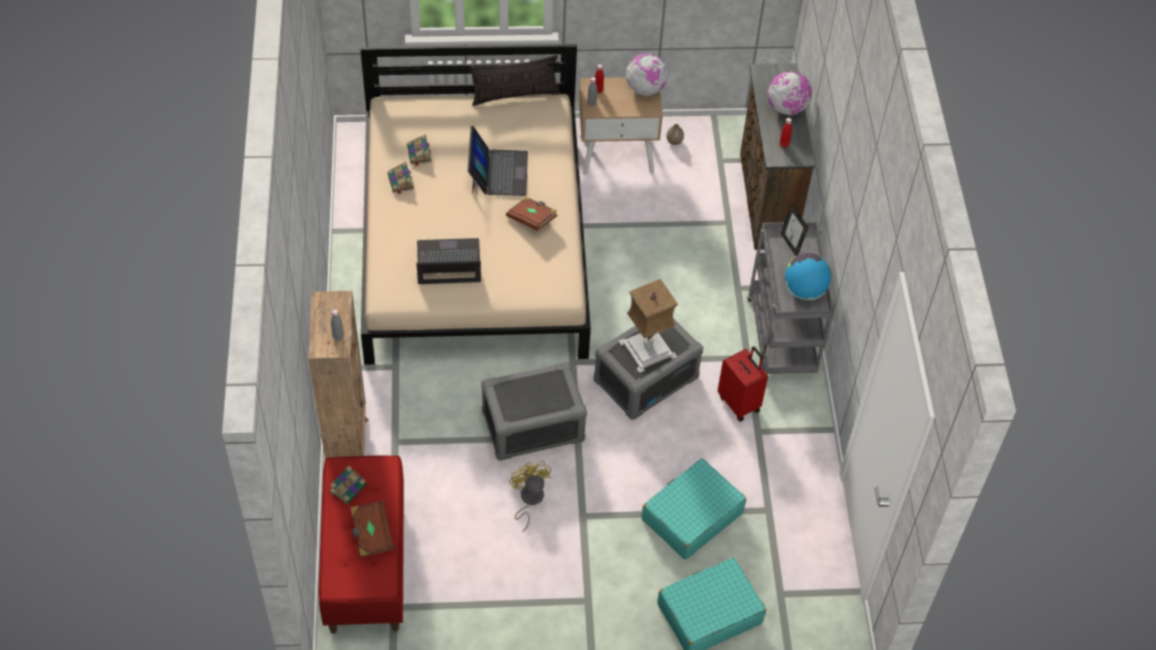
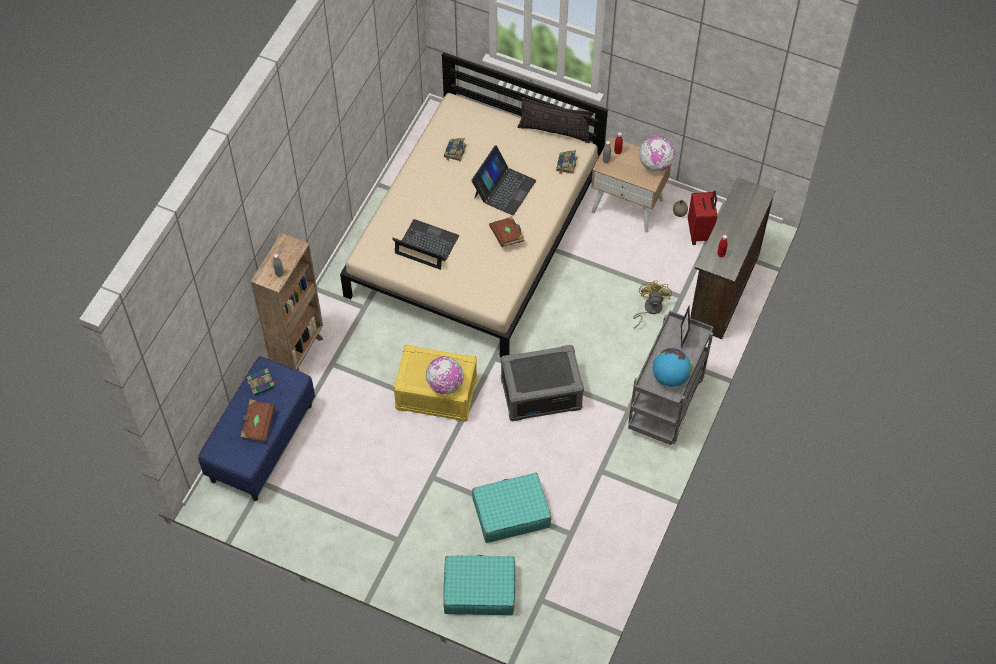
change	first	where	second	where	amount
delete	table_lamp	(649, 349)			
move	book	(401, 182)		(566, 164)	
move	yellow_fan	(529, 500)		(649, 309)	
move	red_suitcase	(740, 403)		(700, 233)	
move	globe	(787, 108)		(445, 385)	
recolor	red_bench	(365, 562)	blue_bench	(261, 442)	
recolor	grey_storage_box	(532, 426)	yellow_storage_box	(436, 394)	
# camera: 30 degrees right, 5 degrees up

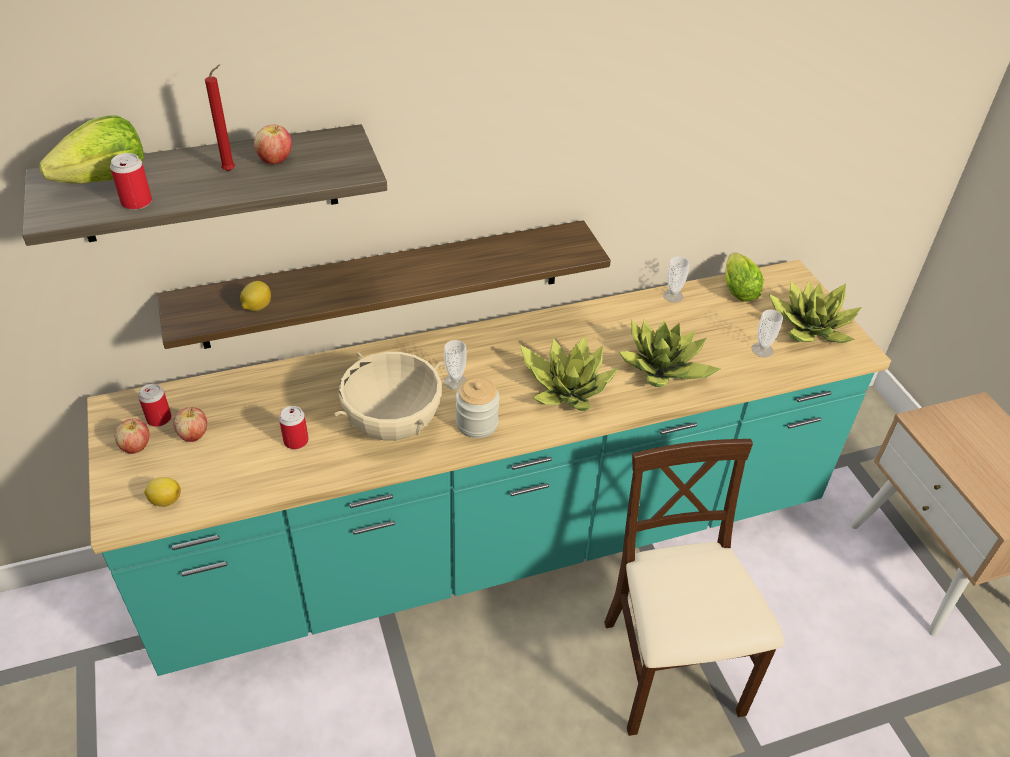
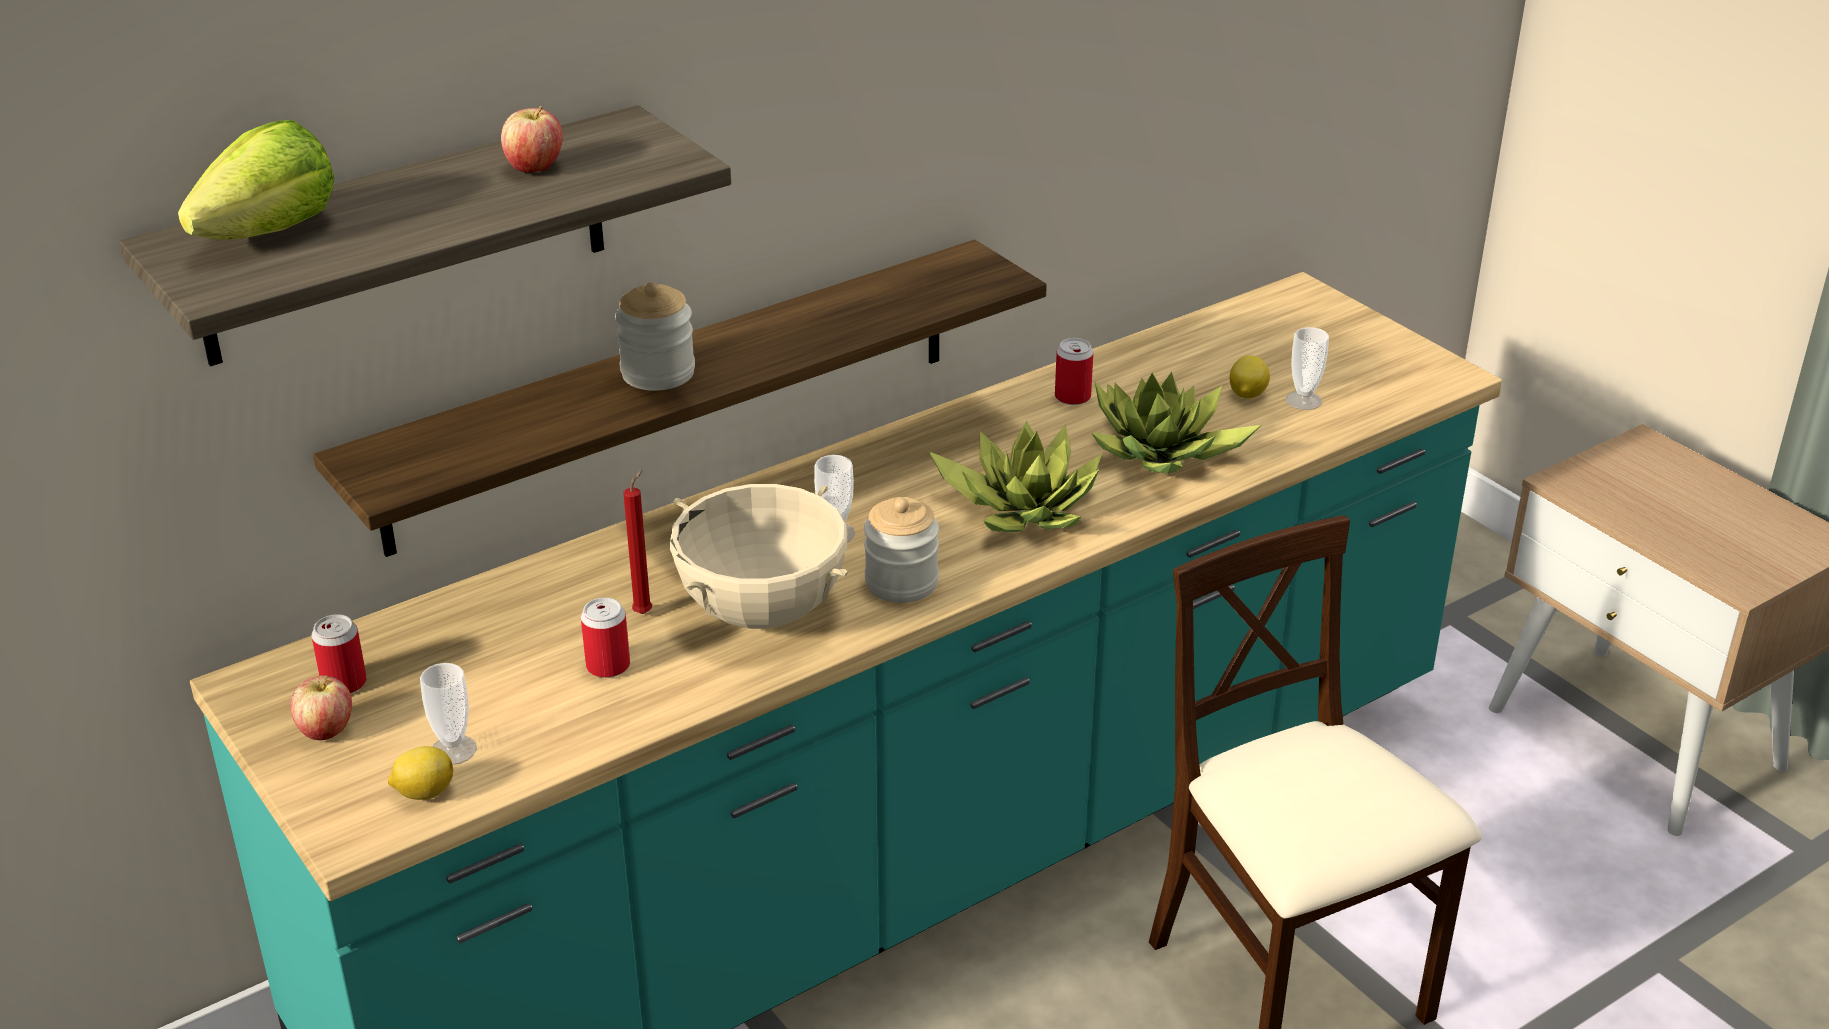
change	first	where	second	where	amount
delete	apple	(193, 435)			
delete	lettuce	(737, 288)			
delete	potted_plant	(810, 328)			
insert			jar	(658, 373)	
move	can	(137, 202)		(1072, 397)	
move	red_candle	(231, 170)		(645, 612)	
move	lemon	(256, 307)		(1246, 395)	
move	cup	(673, 296)		(453, 750)	
# camera: 15 degrees left, 10 degrees down

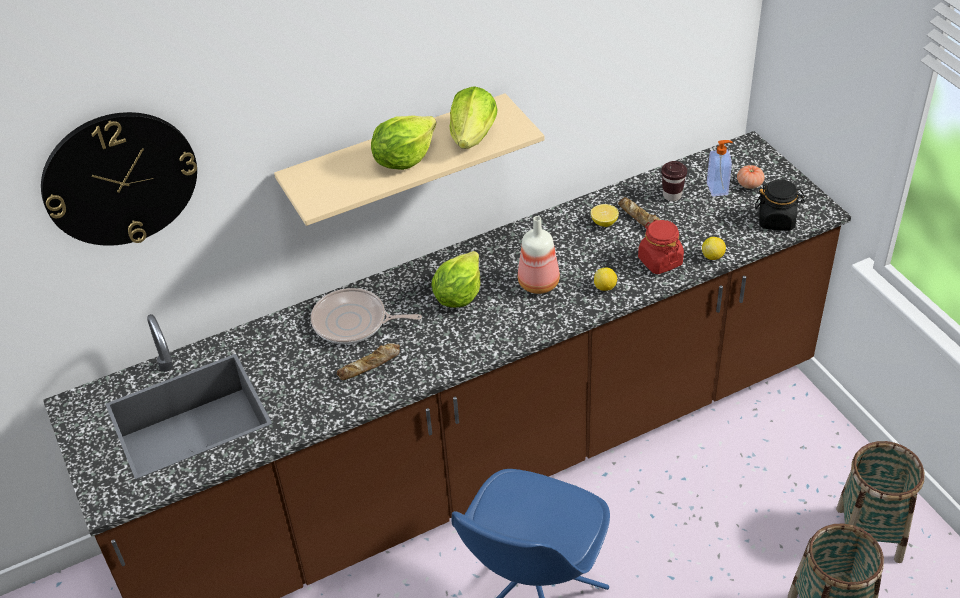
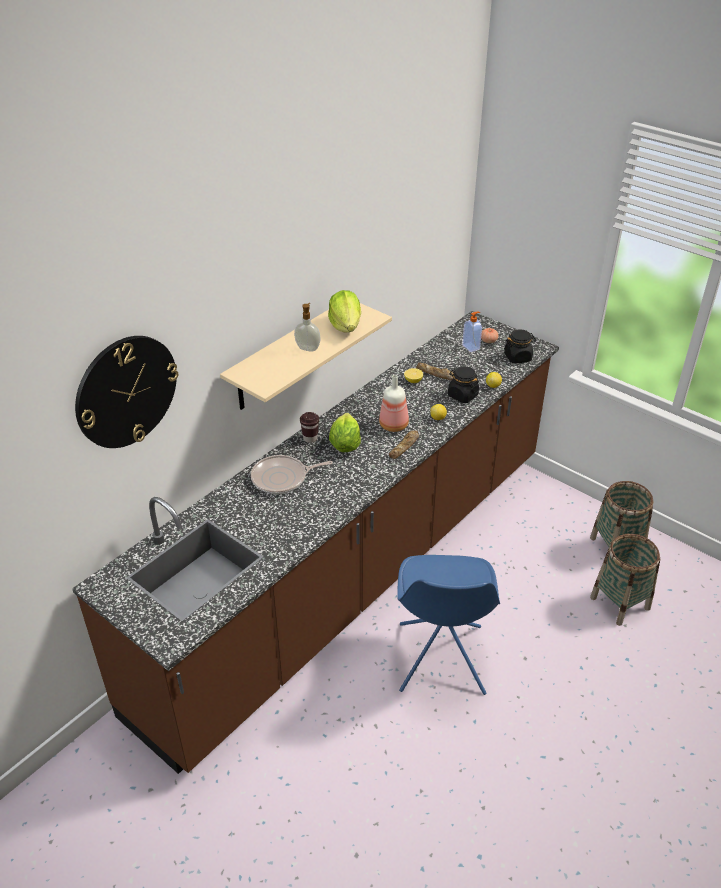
change	first	where	second	where	amount
move	bread	(370, 365)		(404, 447)	
move	brown_cup	(672, 195)		(310, 438)	
replace	lettuce	(404, 159)	soap_dispenser	(308, 348)	
recolor	red_jar	(659, 261)	black_jar	(462, 395)	
# camera: 25 degrees left, 5 degrees down

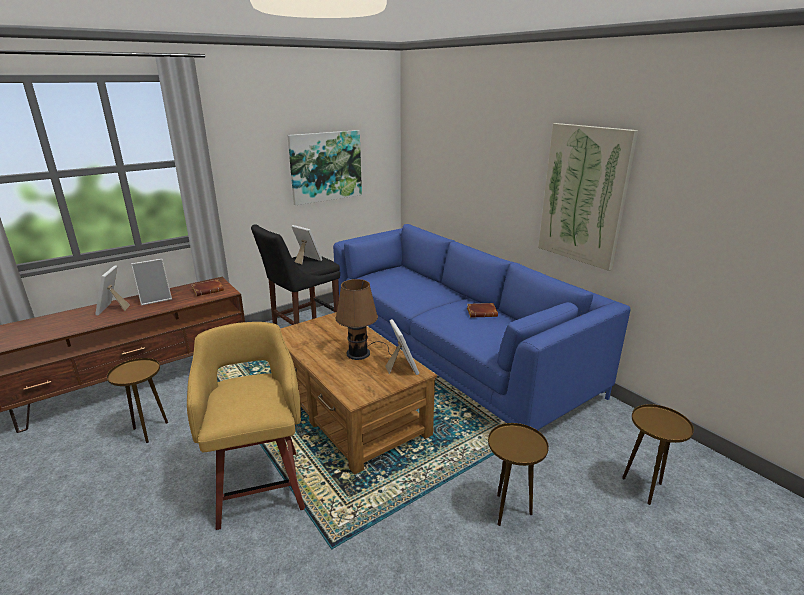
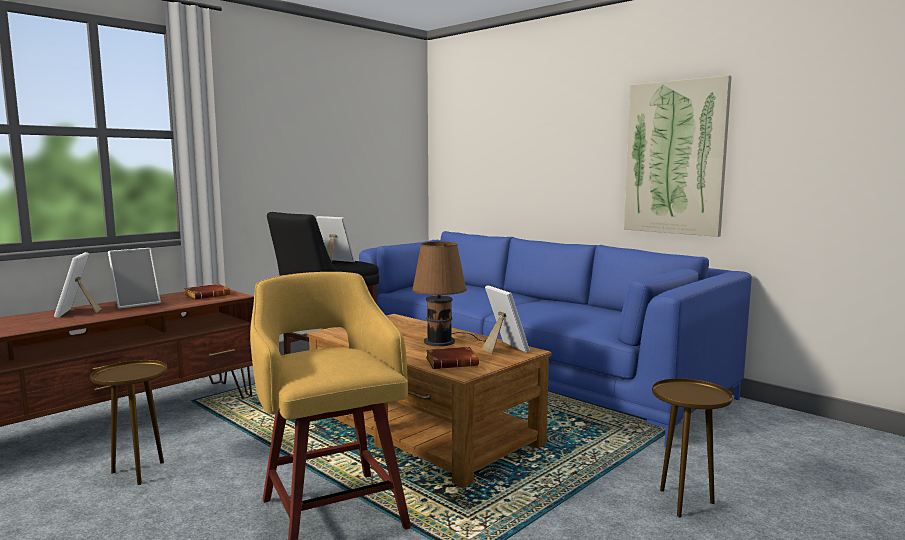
change	first	where	second	where	amount
delete	picture	(325, 166)			
delete	brown_side_table	(644, 488)			
move	brown_book	(482, 313)		(453, 362)	
# camera: 10 degrees left, 15 degrees down

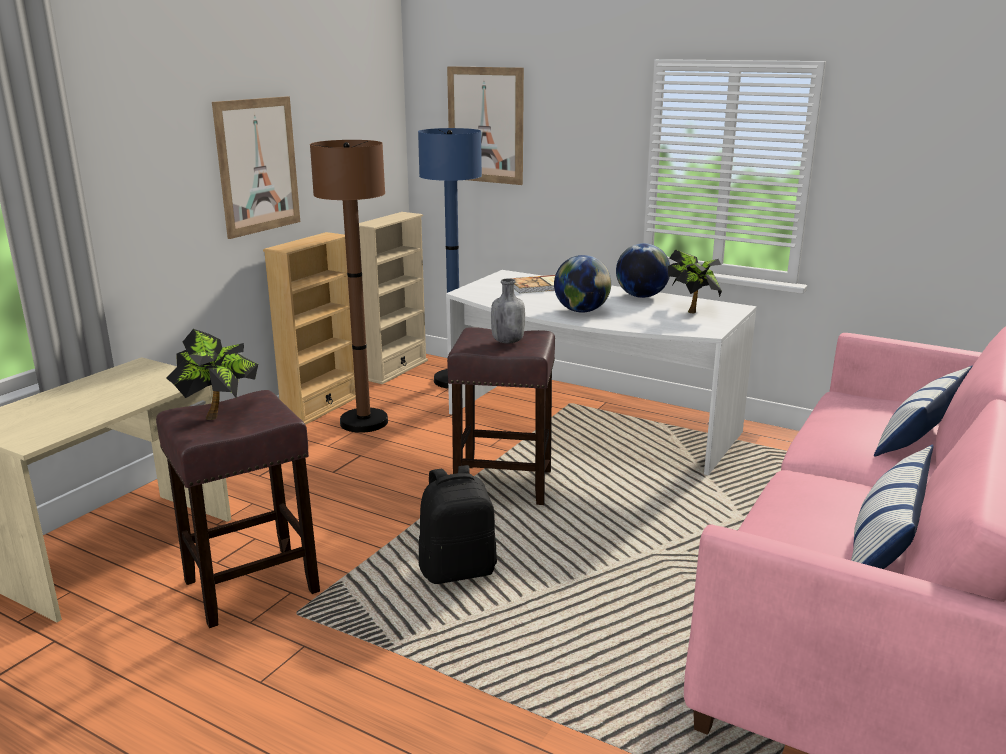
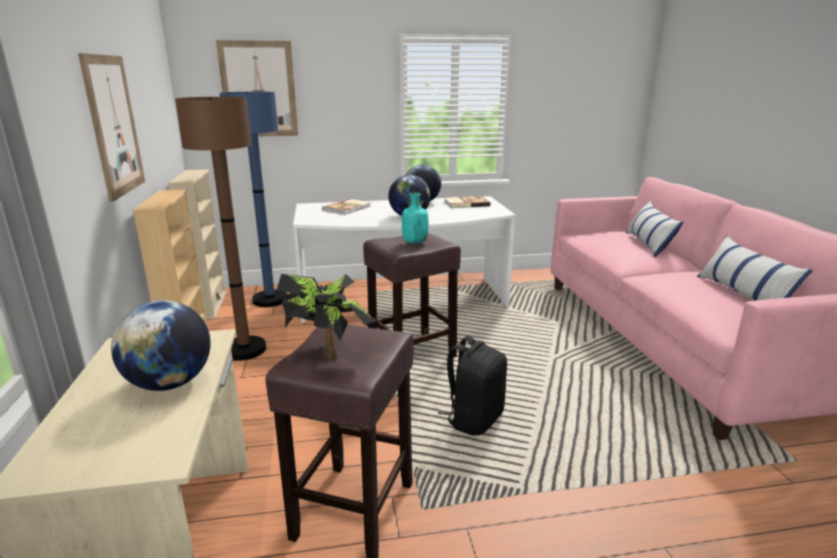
change	first	where	second	where	amount
insert			globe	(170, 383)	
replace	potted_plant	(693, 310)	book	(466, 203)	
recolor	grey_bottle	(507, 341)	turquoise_bottle	(414, 242)	
# camera: 40 degrees left, 0 degrees up

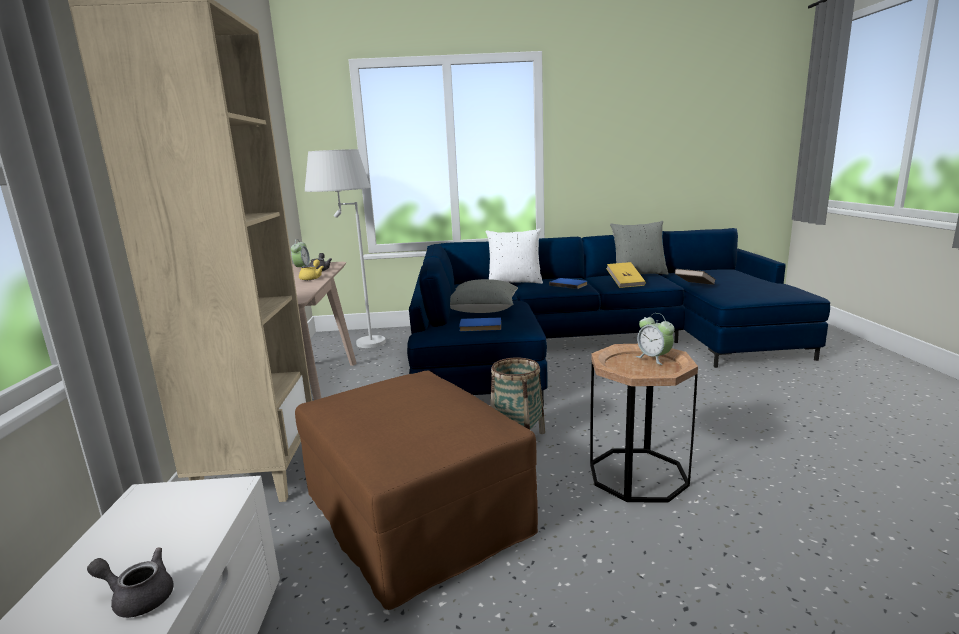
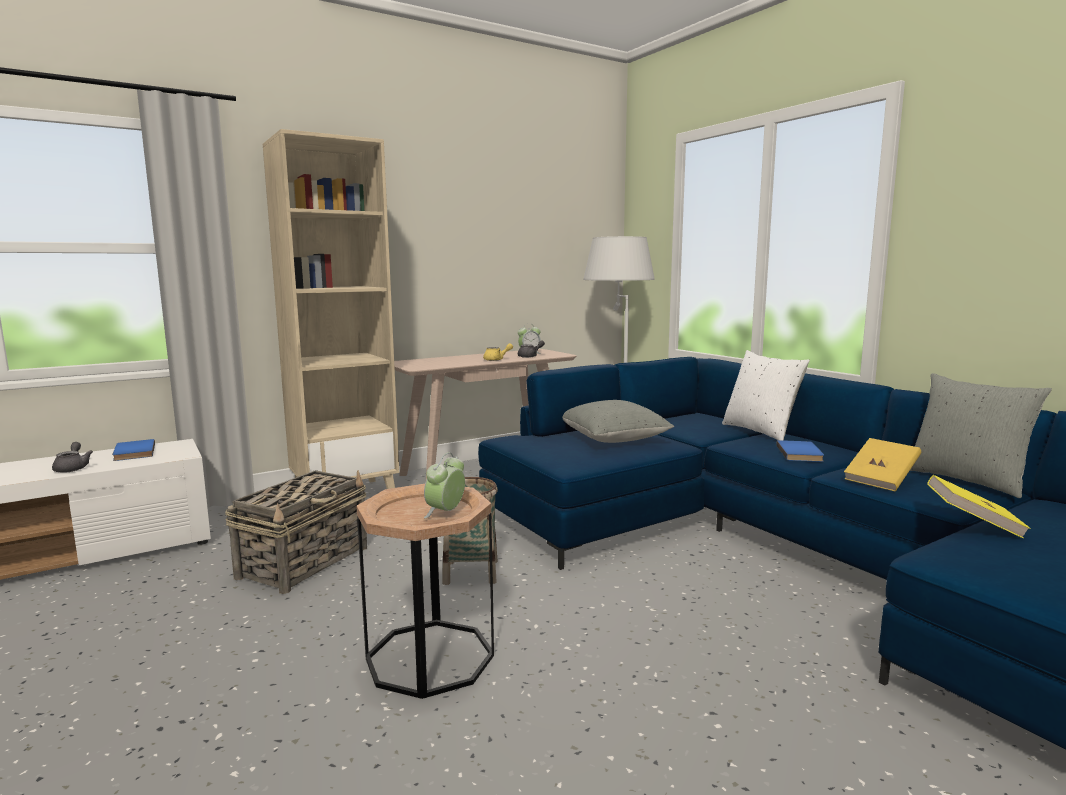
change	first	where	second	where	amount
move	blue_book	(480, 327)		(132, 452)	
replace	brown_ottoman	(413, 516)	basket	(305, 562)	
recolor	brown_book	(694, 286)	yellow_book	(973, 524)	
# camera: 60 degrees right, 5 degrees down

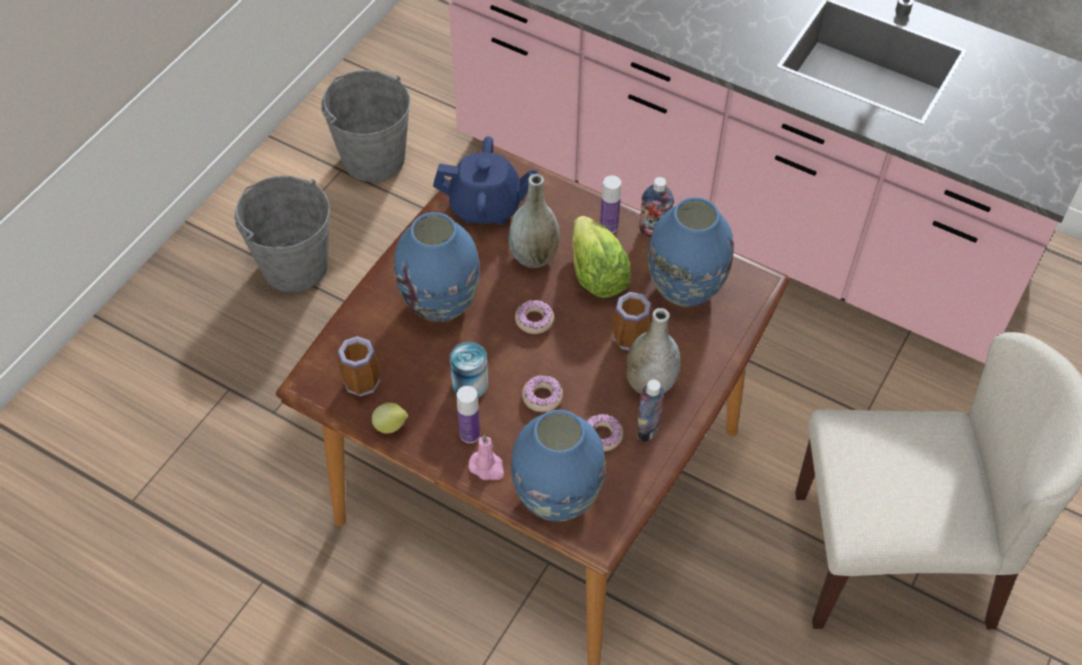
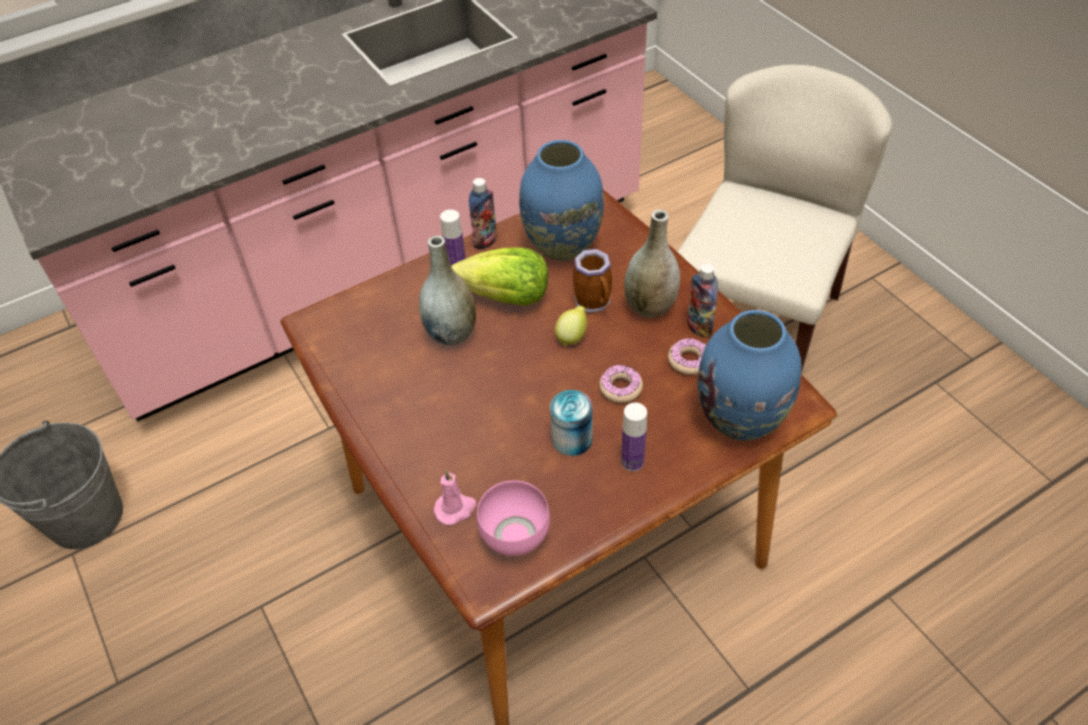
change	first	where	second	where	amount
delete	grey_bucket	(295, 266)			
delete	blue_vase	(441, 303)			
delete	blue_teapot	(486, 206)			
delete	donut	(534, 320)			
move	lemon	(391, 426)		(572, 337)	
move	pink_candle	(487, 467)		(456, 509)	
replace	mug	(363, 385)	pink_bowl	(517, 534)	
# camera: 60 degrees left, 5 degrees down

